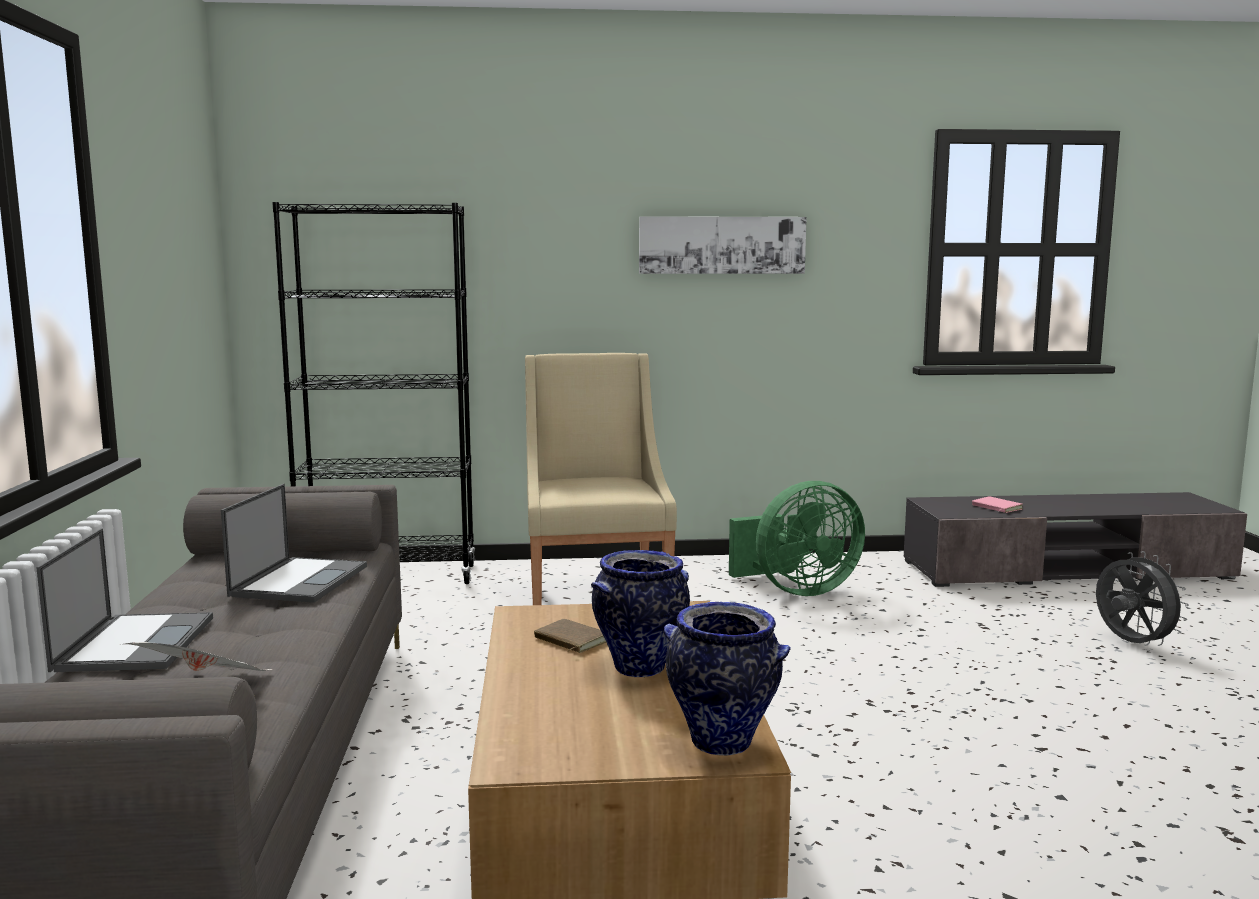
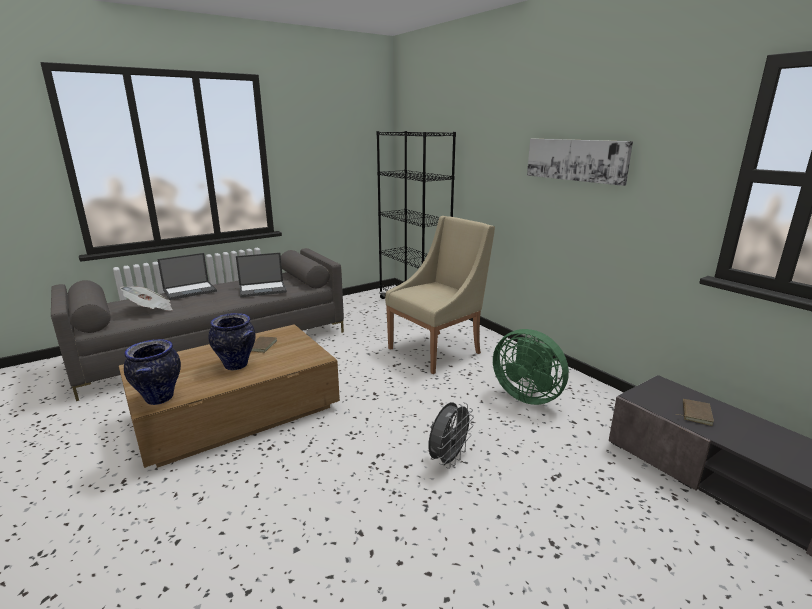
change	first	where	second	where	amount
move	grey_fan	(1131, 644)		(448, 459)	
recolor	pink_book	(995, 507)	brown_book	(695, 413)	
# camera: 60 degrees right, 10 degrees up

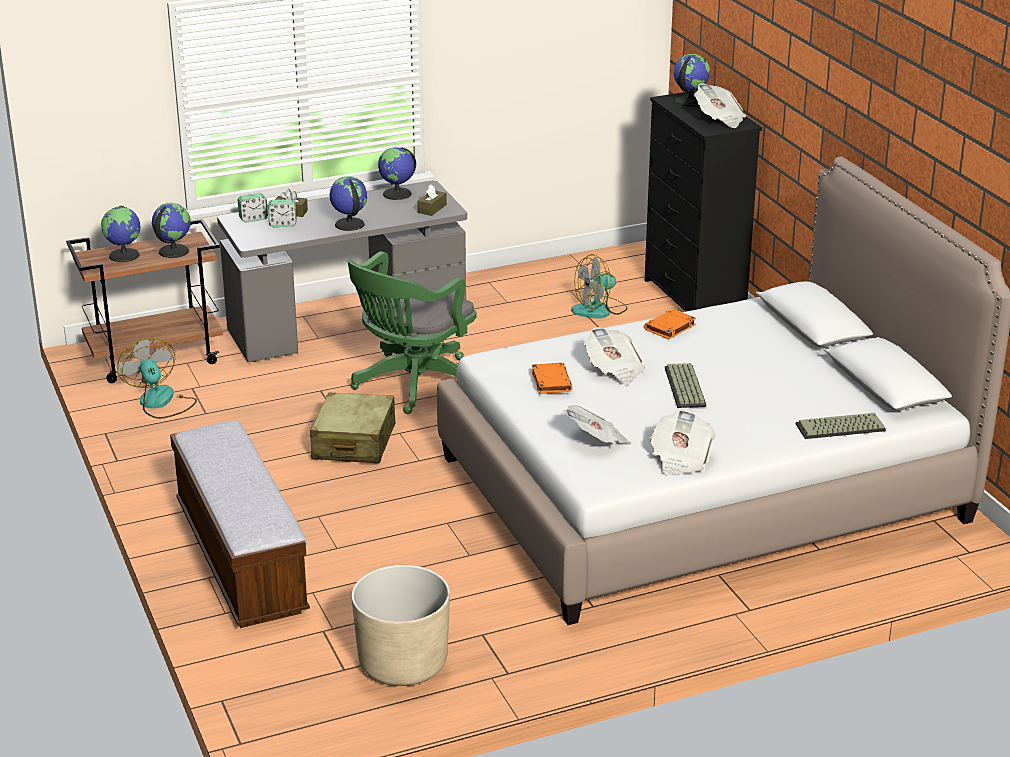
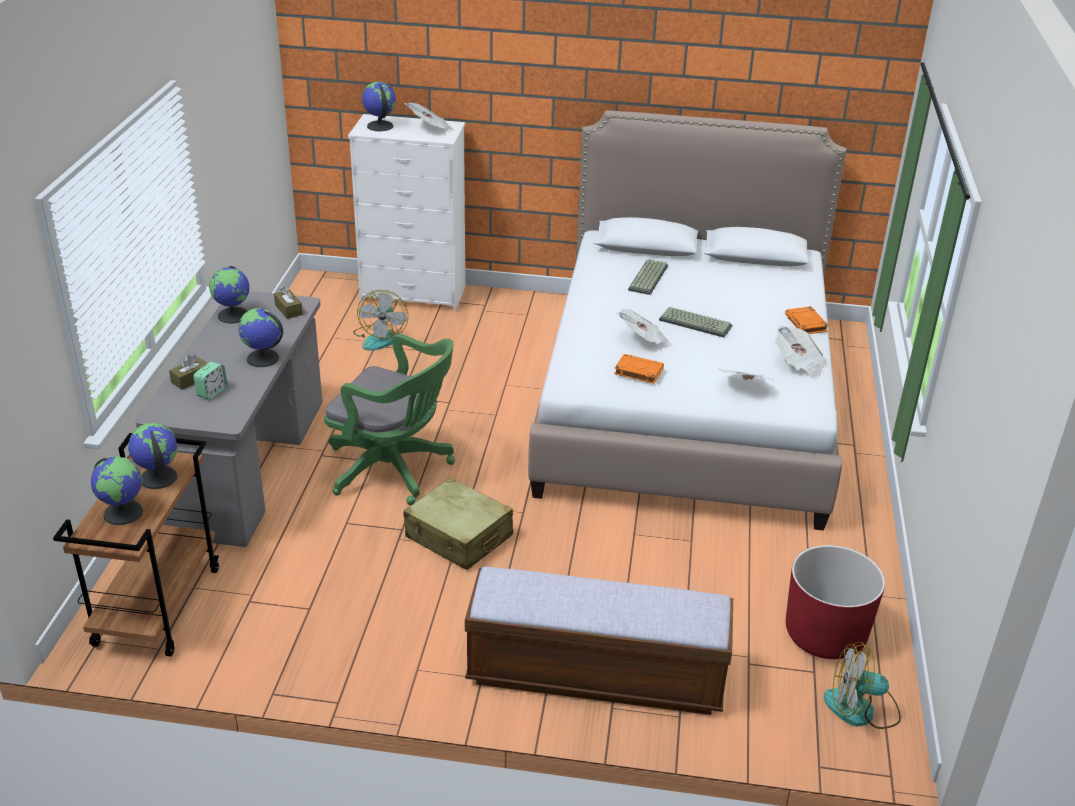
change	first	where	second	where	amount
delete	alarm_clock	(253, 219)			
move	fan	(160, 403)		(861, 709)	
move	orange_book	(669, 327)		(806, 324)	
move	keyboard	(840, 428)		(649, 278)	
recolor	beige_planter	(403, 663)	red_planter	(825, 634)	
recolor	black_dresser	(694, 298)	white_dresser	(414, 295)	
rotate	green_office_chair	(412, 385)		(394, 470)	45 degrees counterclockwise
# camera: 60 degrees left, 5 degrees up

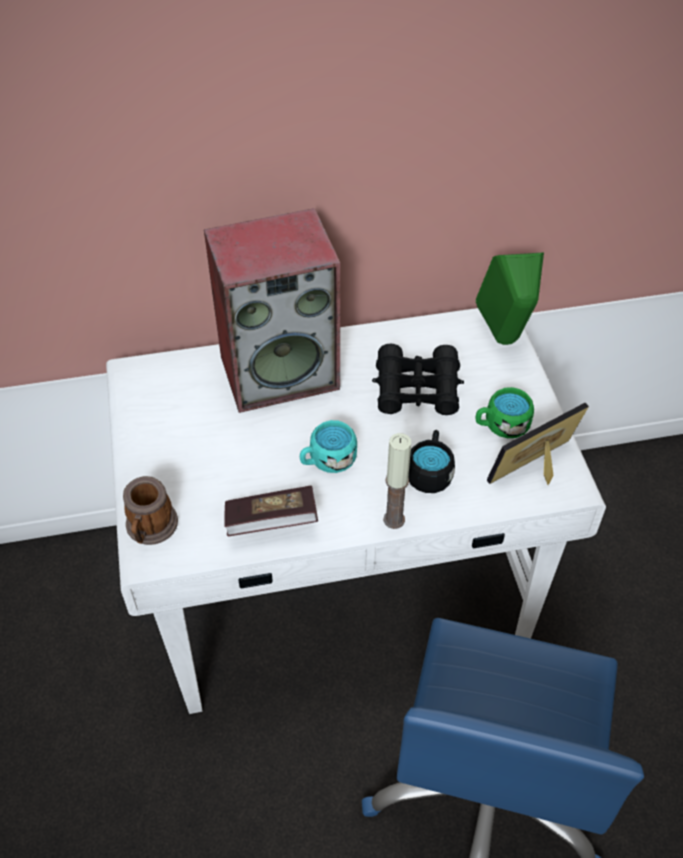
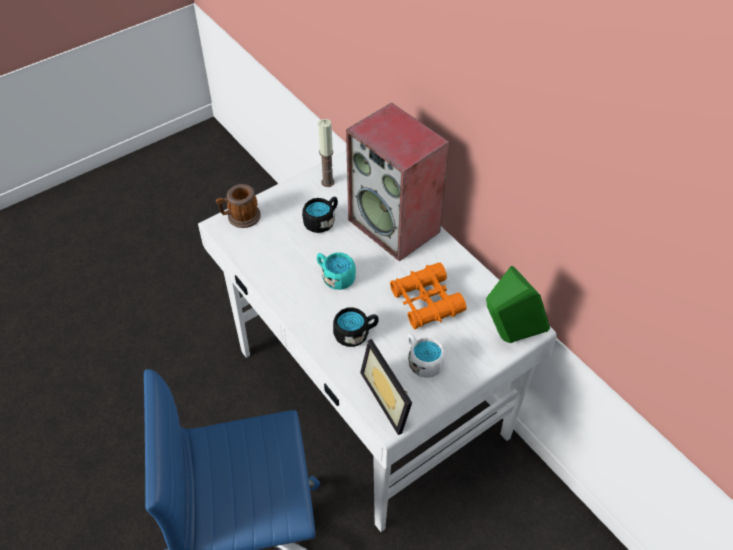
change	first	where	second	where	amount
delete	book	(271, 522)			
insert			black_mug	(322, 221)	
move	candle	(394, 519)		(327, 182)	
recolor	black_binoculars	(417, 389)	orange_binoculars	(426, 302)	
recolor	green_mug	(501, 425)	white_mug	(422, 361)	
rotate	picture_frame	(539, 471)		(392, 397)	150 degrees counterclockwise
# camera: 65 degrees right, 0 degrees up

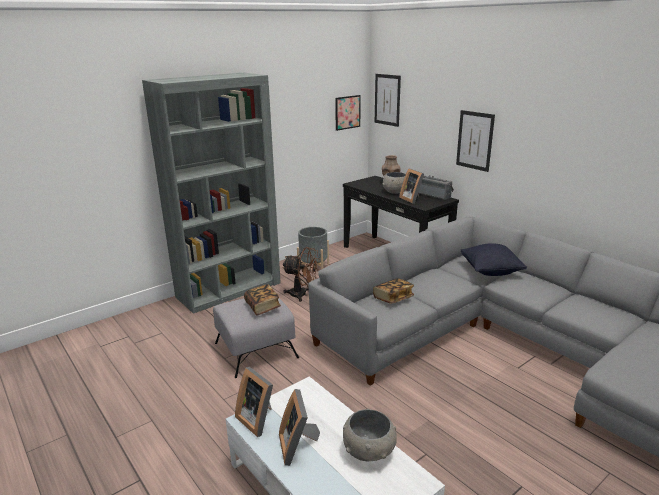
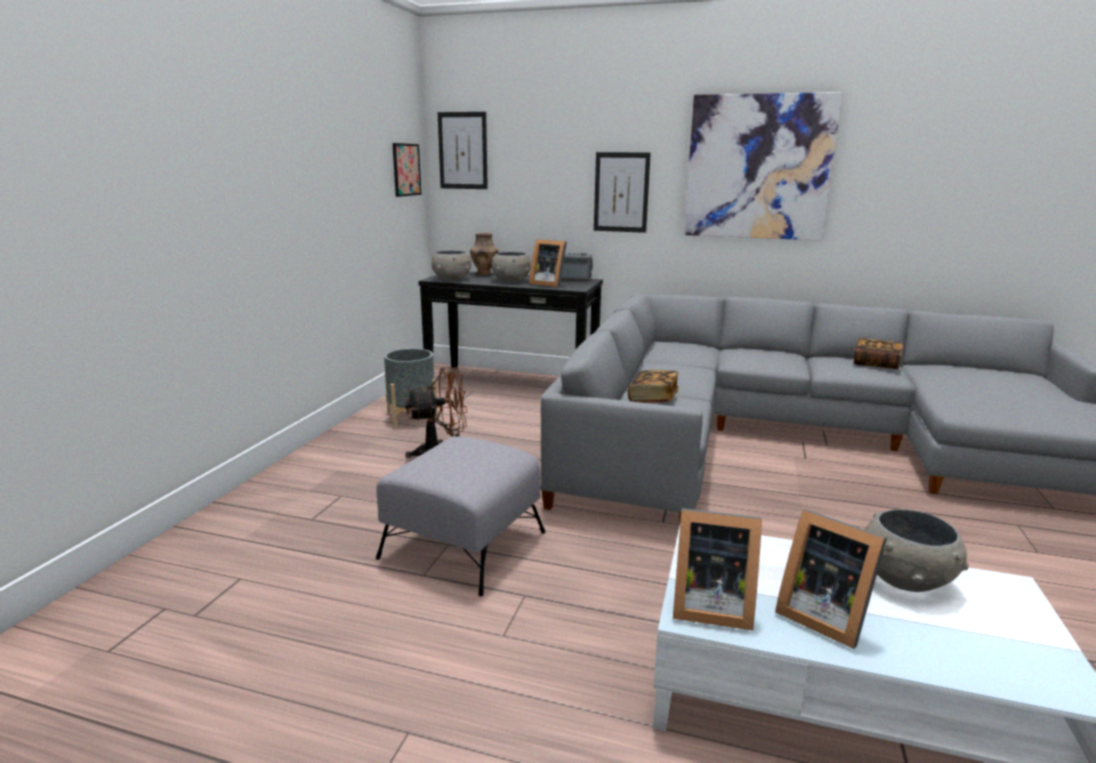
change	first	where	second	where	amount
delete	grey_bookcase	(229, 290)			
delete	black_pillow	(490, 271)			
insert			grey_bowl	(451, 279)	
insert			picture	(758, 167)	
move	book	(262, 307)		(876, 364)	
# camera: 35 degrees left, 5 degrees down

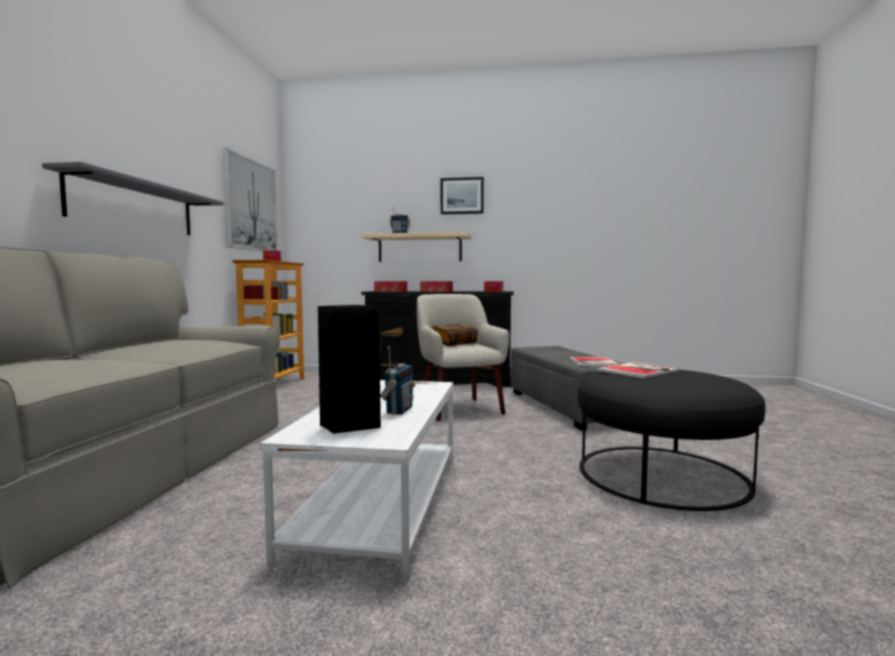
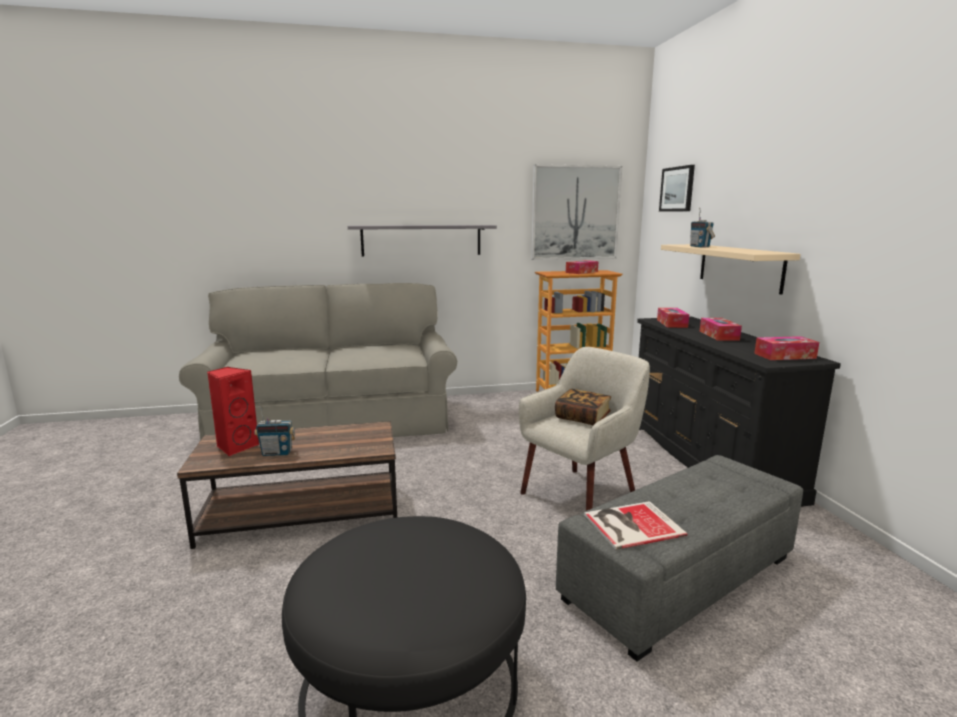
change	first	where	second	where	amount
delete	book	(639, 370)			
move	picture	(462, 196)		(677, 189)	
recolor	white_coffee_table	(380, 502)	brown_coffee_table	(303, 512)	
recolor	black_speaker	(348, 425)	red_speaker	(236, 447)	
# camera: 70 degrees right, 10 degrees up

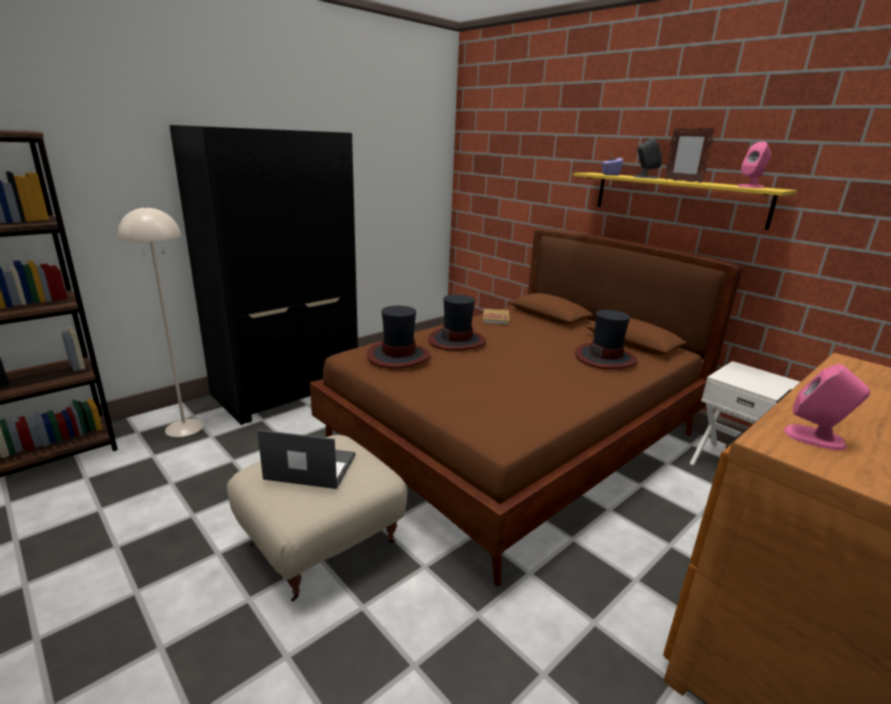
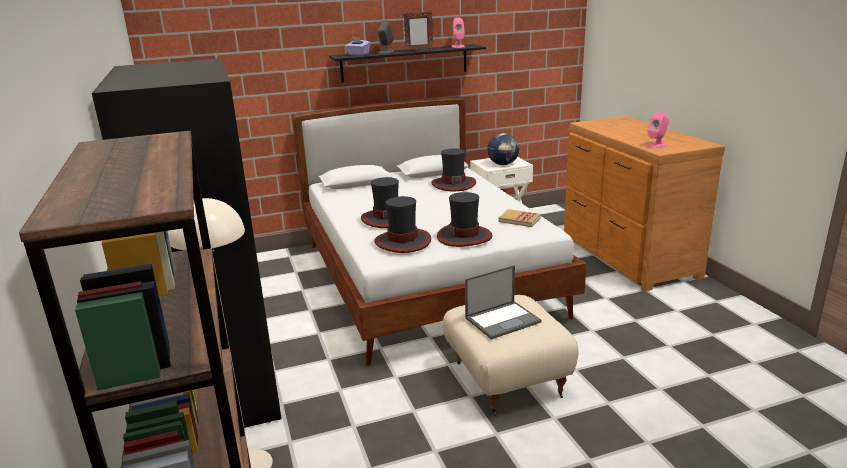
change	first	where	second	where	amount
insert			hat	(464, 236)	
insert			globe	(503, 164)	
move	book	(496, 318)		(519, 220)	
recolor	brown_bed	(516, 442)	white_bed	(426, 279)	
recolor	yellow_shelf	(677, 198)	black_shelf	(405, 63)	
rotate	laptop	(309, 467)		(503, 320)	150 degrees counterclockwise
# camera: 65 degrees left, 0 degrees up

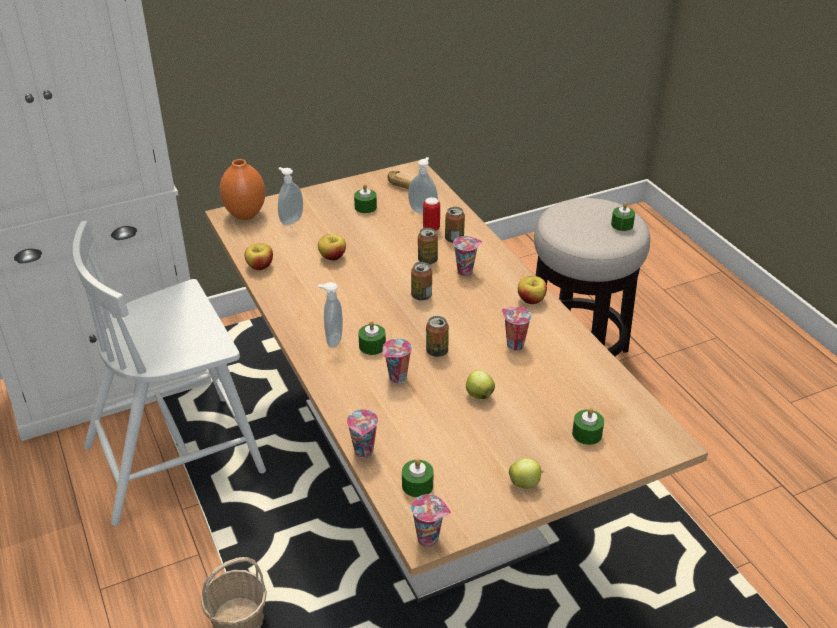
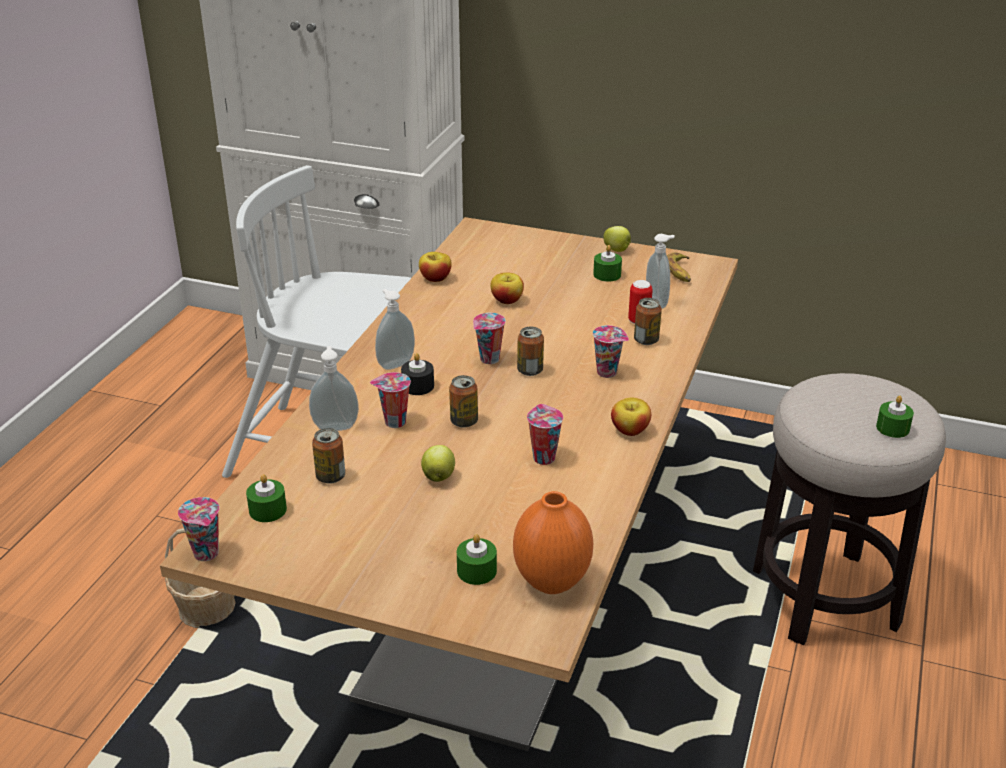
change	first	where	second	where	amount
move	orange_vase	(245, 214)		(552, 582)	
move	soap_dispenser	(290, 220)		(335, 426)	
move	cup	(364, 452)		(489, 360)	
move	can	(427, 260)		(330, 476)	
move	apple	(525, 483)		(617, 250)	
recolor	green_candle	(372, 346)	black_candle	(418, 386)	
# camera: 45 degrees right, 5 degrees down

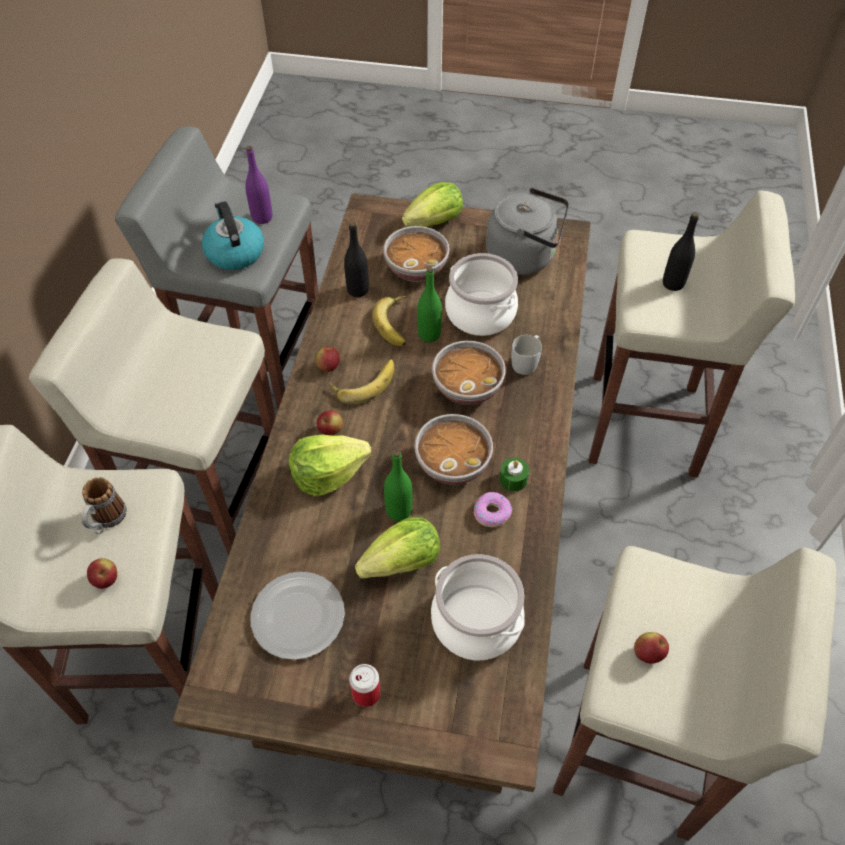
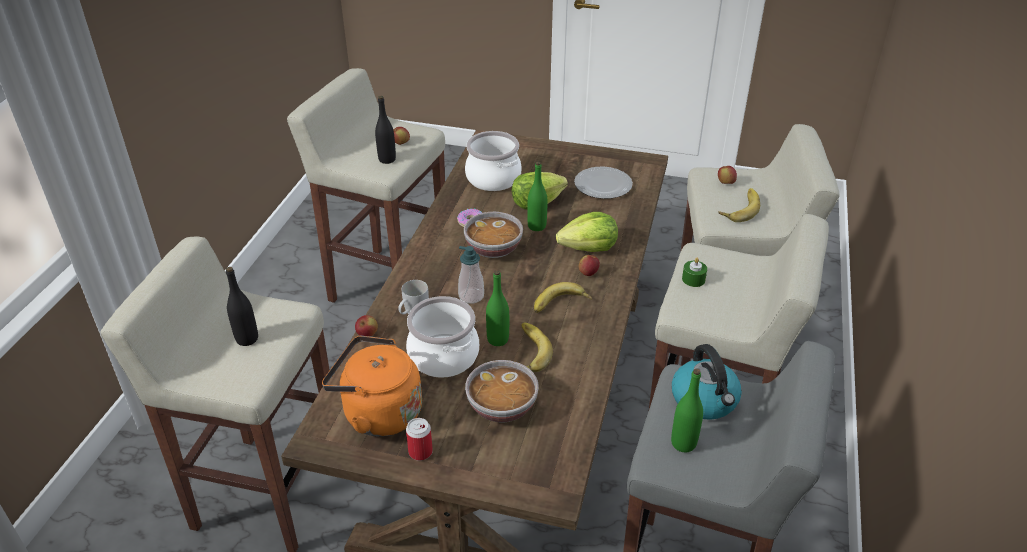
change	first	where	second	where	amount
delete	lettuce	(435, 222)			
move	apple	(328, 366)		(367, 335)	
move	black_bottle	(358, 290)		(387, 159)	
move	can	(366, 693)		(420, 452)	
move	green_candle	(513, 479)		(693, 279)	
replace	mug	(106, 521)	banana	(739, 208)	
replace	bowl	(467, 387)	soap_dispenser	(471, 296)	
recolor	purple_bottle	(262, 217)	green_bottle	(683, 443)	
recolor	grey_kettle	(524, 257)	orange_kettle	(378, 413)	
# camera: 175 degrees left, 15 degrees down

